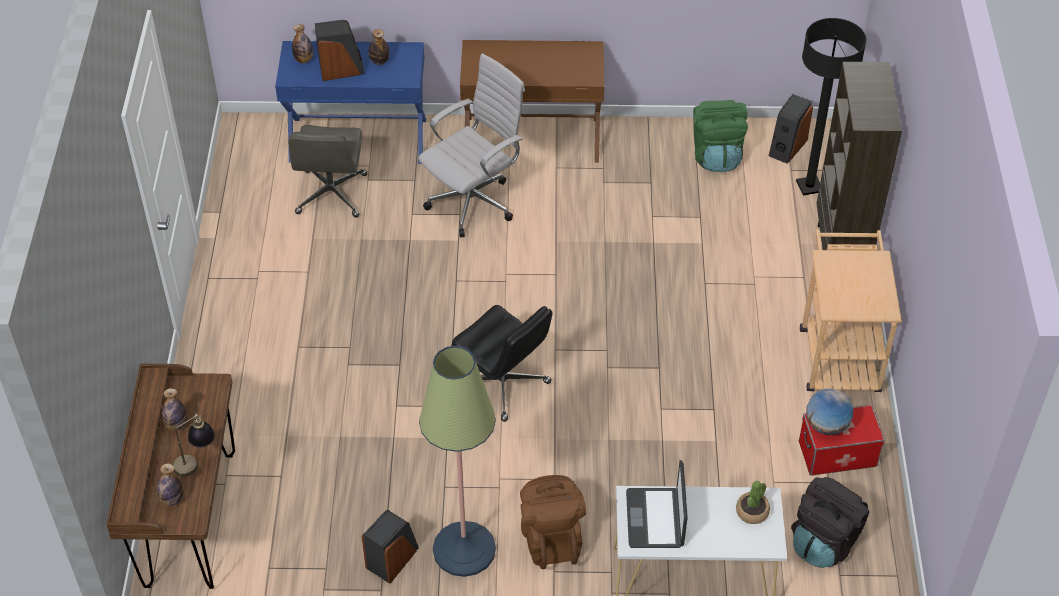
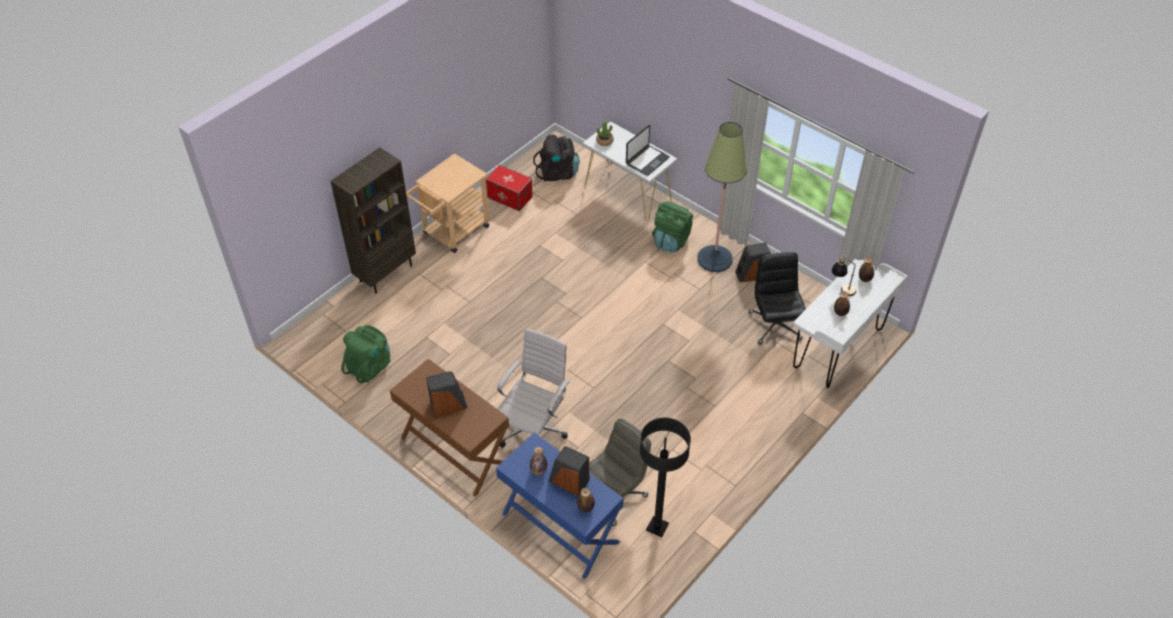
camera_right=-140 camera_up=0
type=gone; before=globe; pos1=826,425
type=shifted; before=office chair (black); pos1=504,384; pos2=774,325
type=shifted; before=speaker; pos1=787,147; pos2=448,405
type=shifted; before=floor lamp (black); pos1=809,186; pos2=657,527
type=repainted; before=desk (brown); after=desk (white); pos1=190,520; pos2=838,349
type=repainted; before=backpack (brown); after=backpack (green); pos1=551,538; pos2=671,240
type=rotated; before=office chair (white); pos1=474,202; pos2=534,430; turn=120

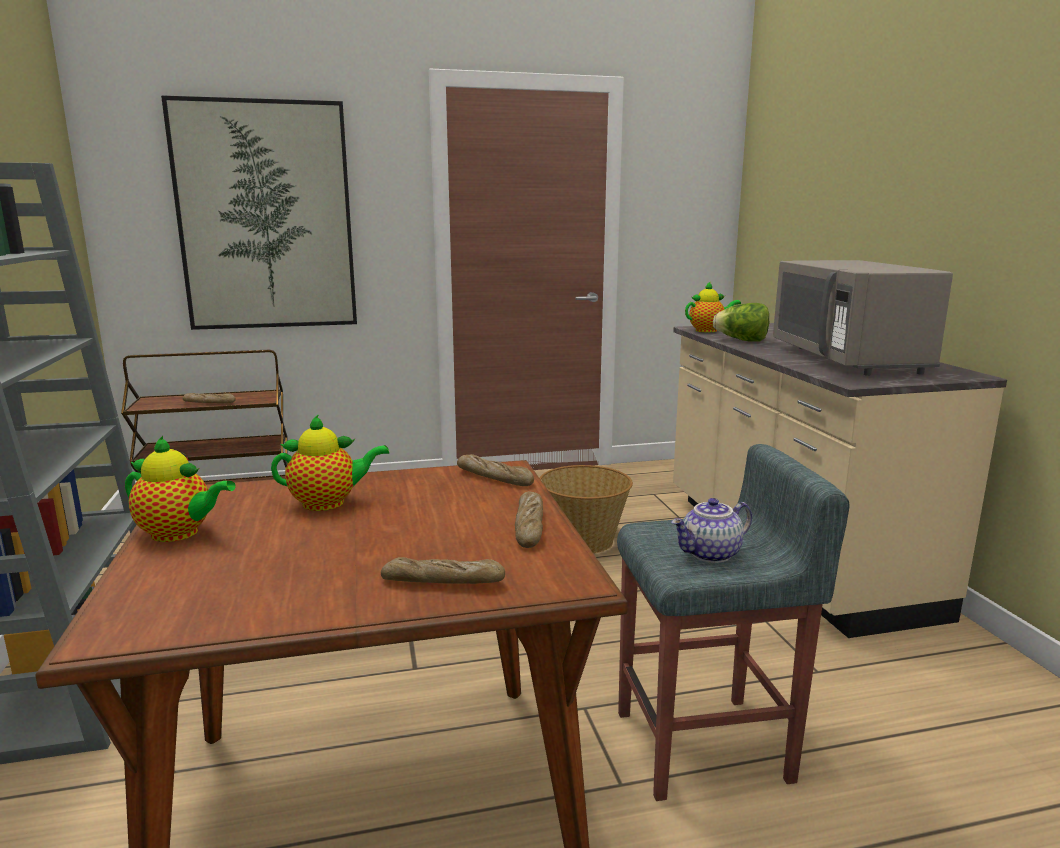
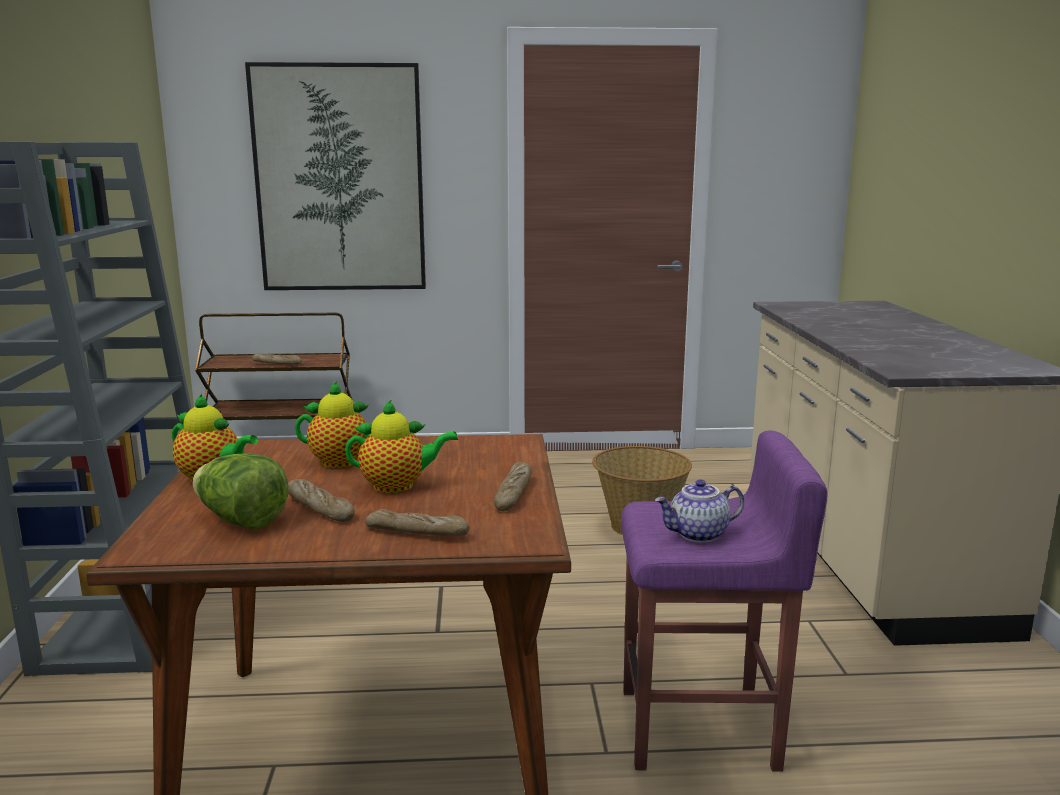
camera_right=10 camera_up=0
type=gone; before=microwave (grey); pos1=847,359
type=shifted; before=bread; pos1=494,478; pos2=320,508
type=shifted; before=teapot; pos1=708,330; pos2=398,486
type=shifted; before=lettuce; pos1=742,340; pos2=241,521
type=repainted; before=stool (grey); after=stool (purple); pos1=705,746; pos2=701,729

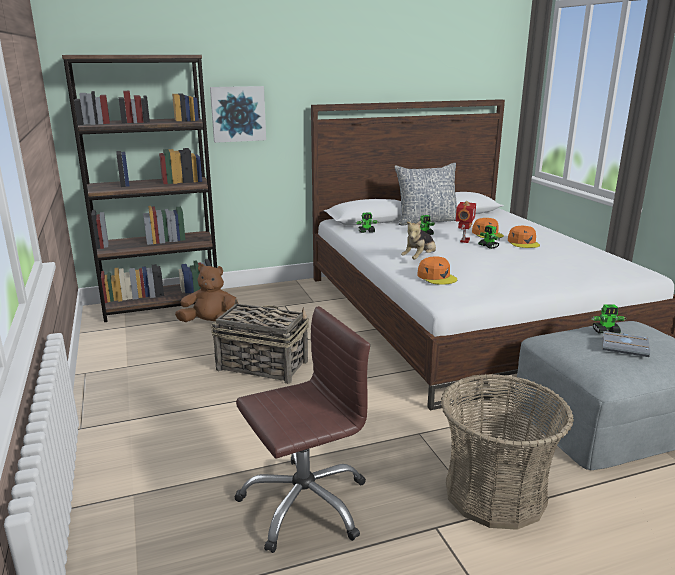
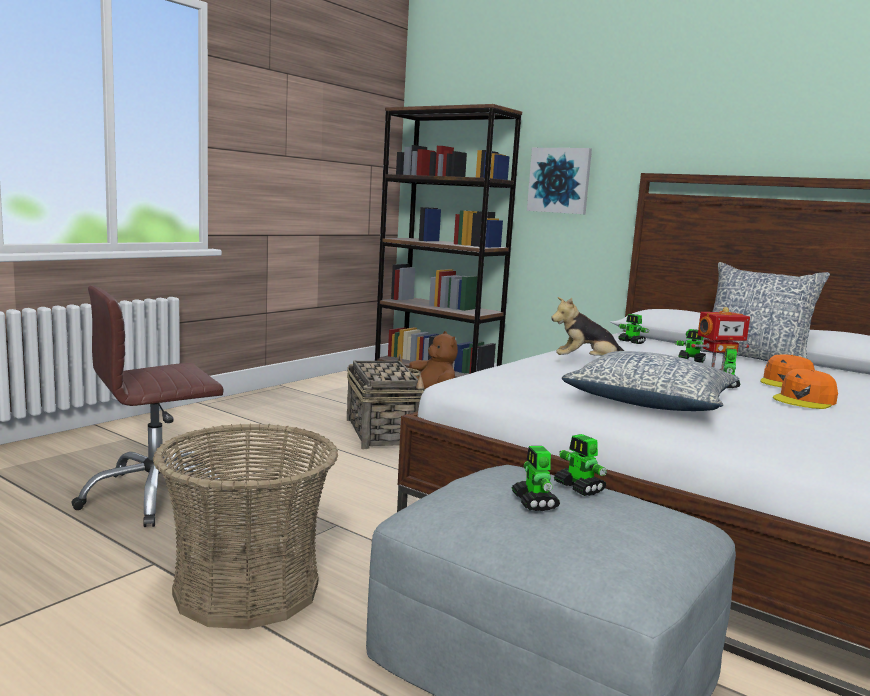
camera_right=55 camera_up=-10
type=gone; before=cap (orange); pos1=437,277
type=new; after=pillow; pos2=651,402
type=swapped; before=book (grey); after=toy robot; pos1=625,347; pos2=534,503
type=rotated; before=office chair (brown); pos1=304,503; pos2=155,496; turn=120

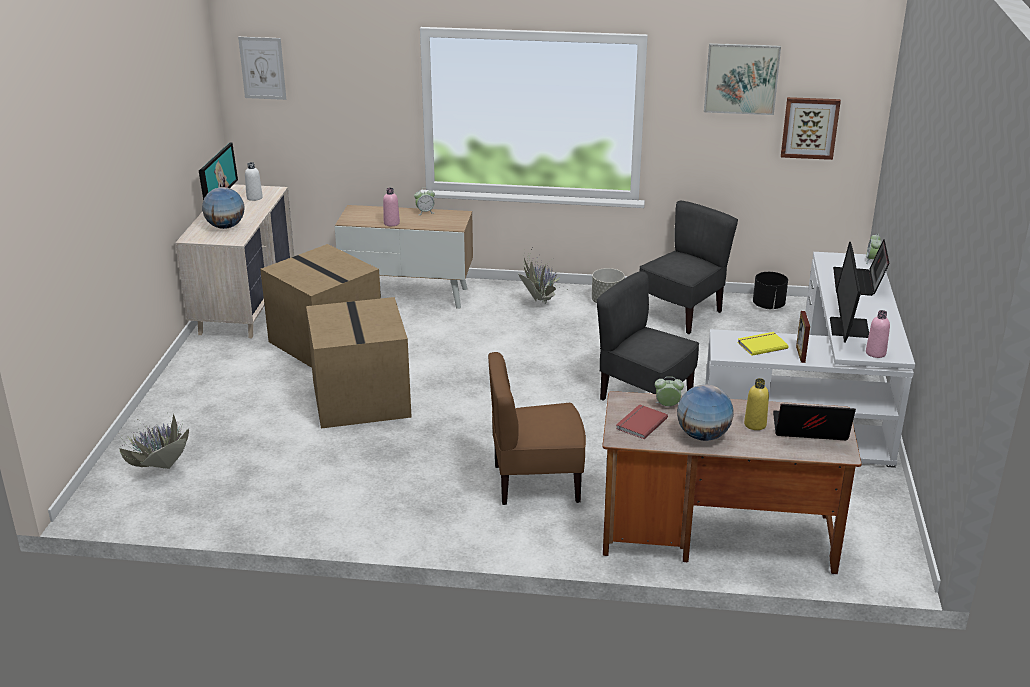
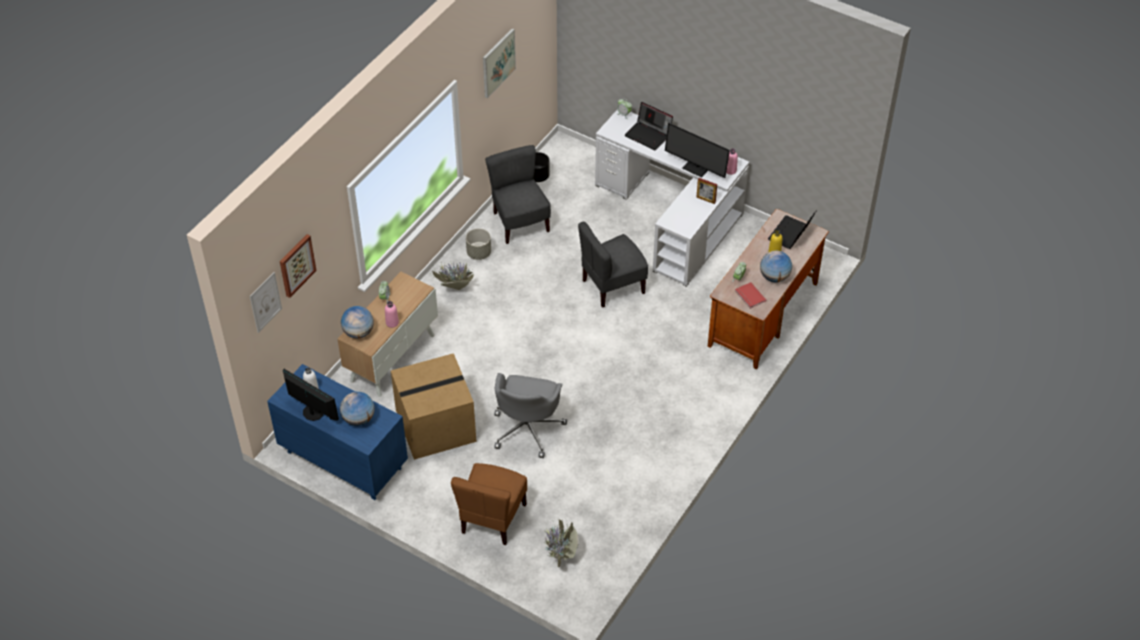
camera_right=-65 camera_up=20
type=gone; before=book (yellow); pos1=761,345
type=new; after=globe; pos2=358,332
type=shifted; before=chair (brown); pos1=535,483; pos2=492,518
type=shifted; before=picture; pos1=809,127; pos2=296,265
type=swapped; before=cardboard box; after=office chair (grey); pos1=359,398; pos2=528,428
type=repainted; before=dresser (beige); after=dresser (blue); pos1=245,305; pos2=343,460

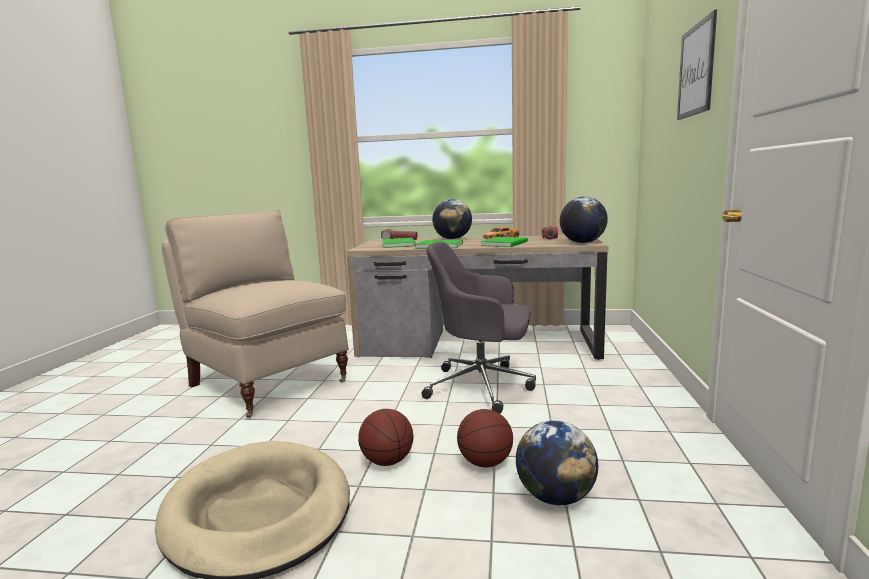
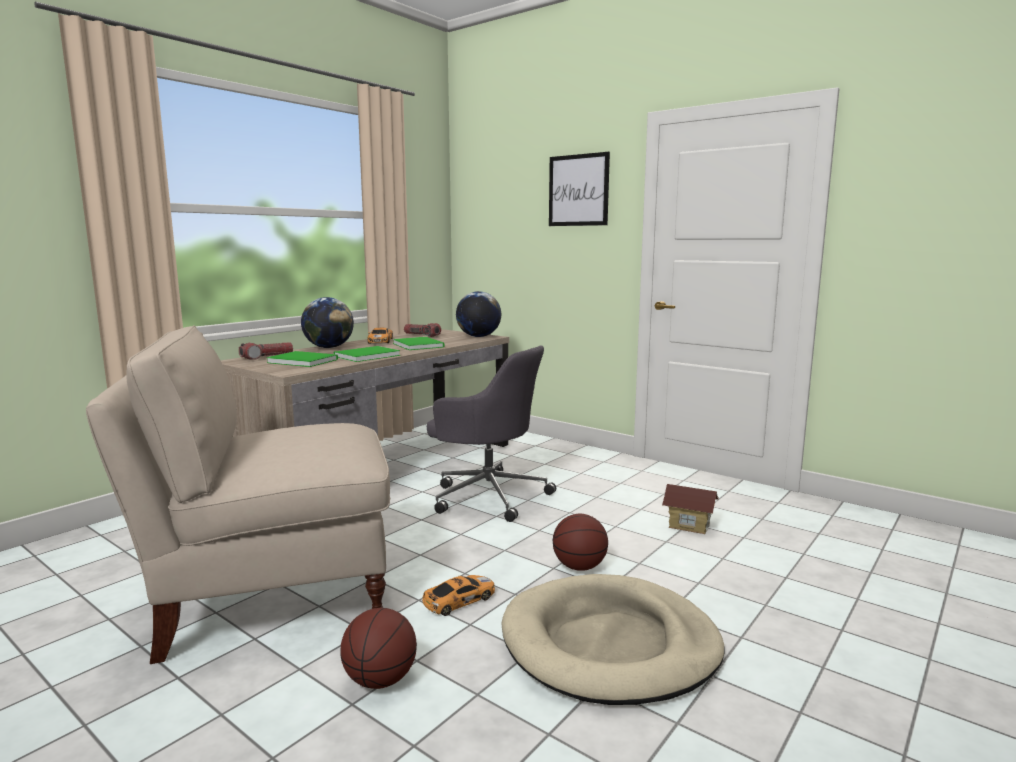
camera_right=-60 camera_up=0
type=new; after=toy car; pos2=458,600
type=shifted; before=basketball; pos1=485,463; pos2=380,680
type=swapped; before=globe; after=toy house; pos1=555,497; pos2=689,525
type=rotated; before=office chair (grey); pos1=482,387; pos2=488,495; turn=-105

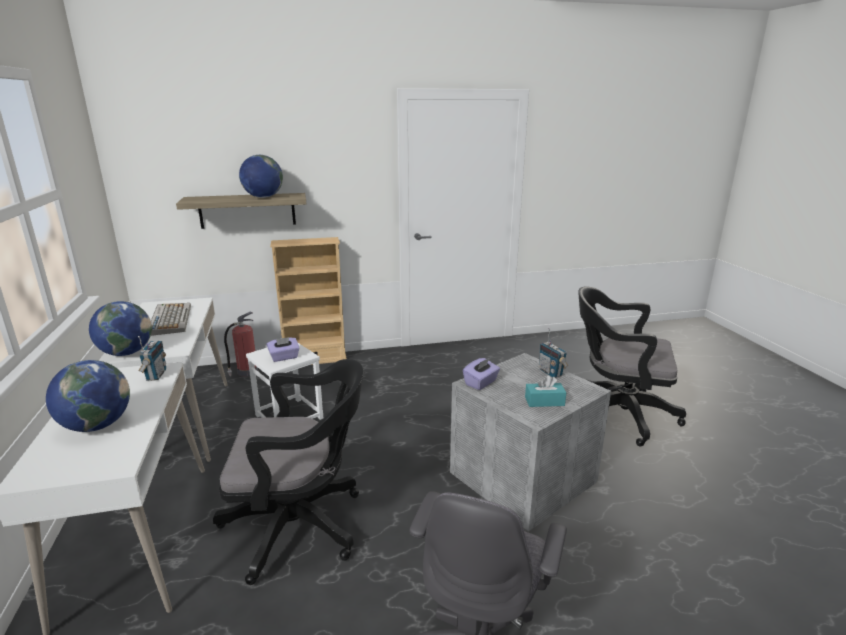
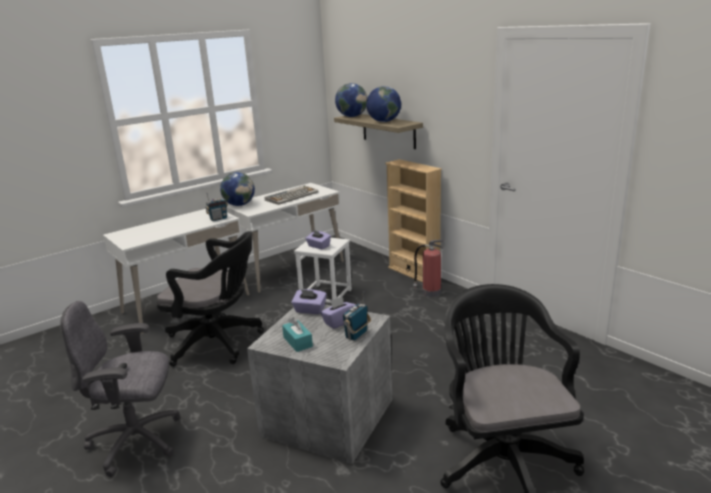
camera_right=65 camera_up=0
type=new; after=tissue box (purple); pos2=339,322
type=shifted; before=globe; pos1=97,425; pos2=352,116
type=shifted; before=fire extinguisher; pos1=246,372; pos2=430,292
type=rotated; before=office chair (black); pos1=301,525; pos2=218,343; turn=-45

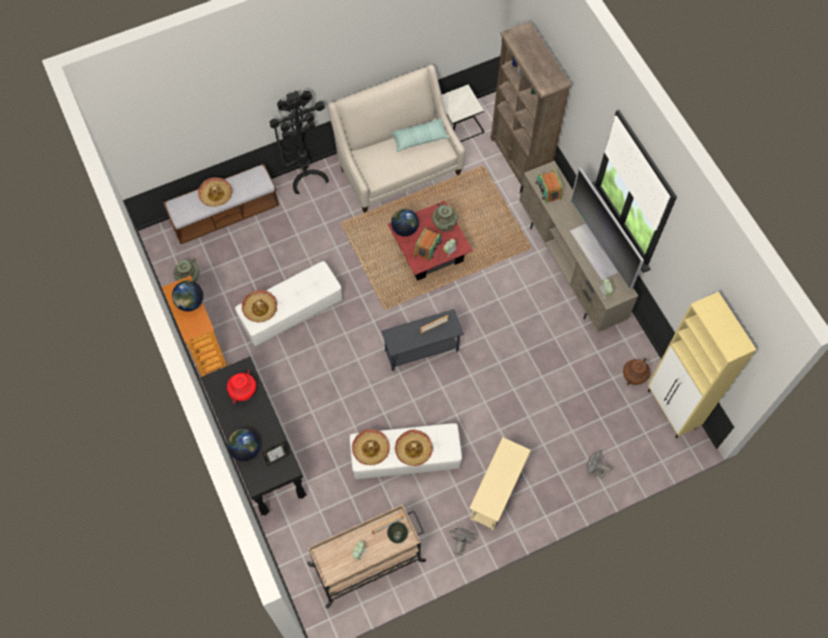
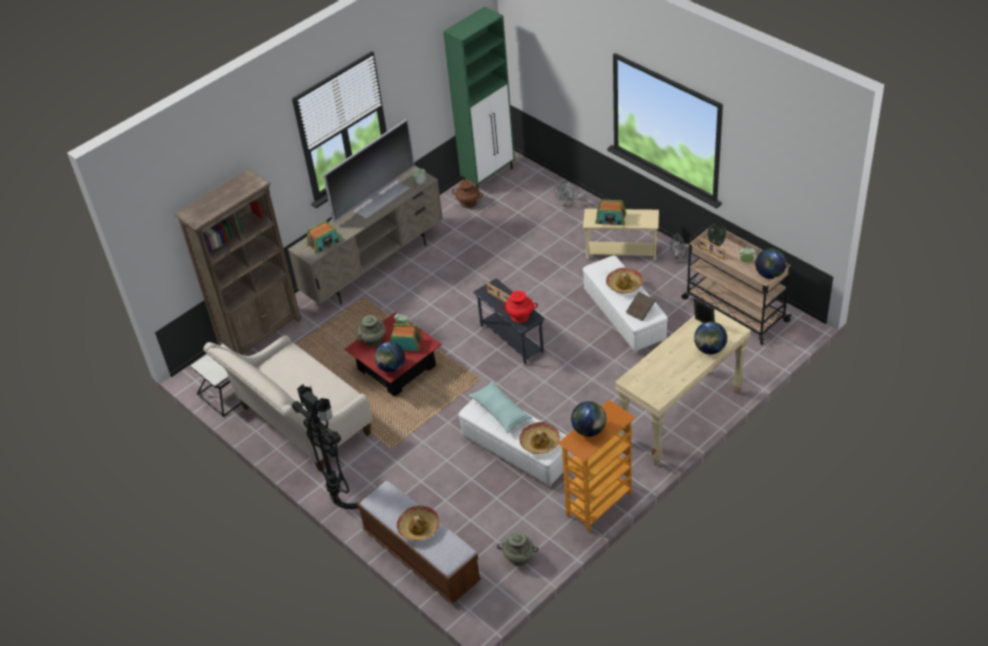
camera_right=-105 camera_up=-20
type=new; after=radio; pos2=610,219
type=new; after=globe; pos2=769,274
type=shifted; before=vase (red); pos1=243,392; pos2=520,316
type=shifted; before=pillow; pos1=419,138; pos2=500,411
type=swapped; before=hat; after=book (brown); pos1=371,449; pos2=640,311
type=repainted; before=console table (black); after=console table (beige); pos1=260,453; pos2=681,418
type=repainted; before=cabinet (beige); after=cabinet (green); pos1=672,410; pos2=489,176

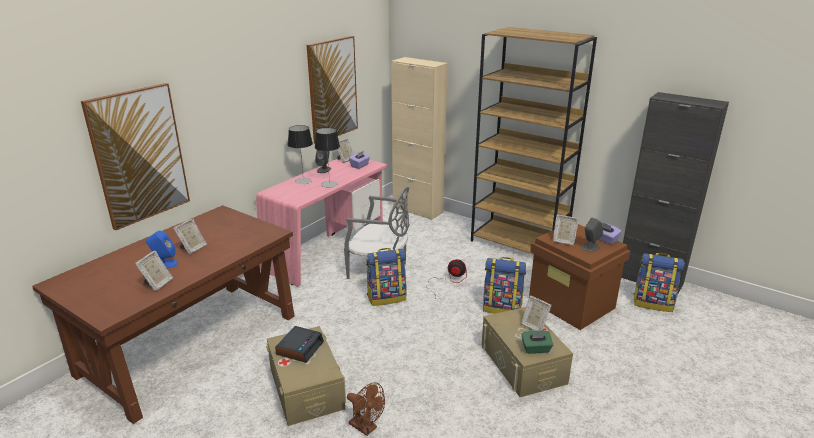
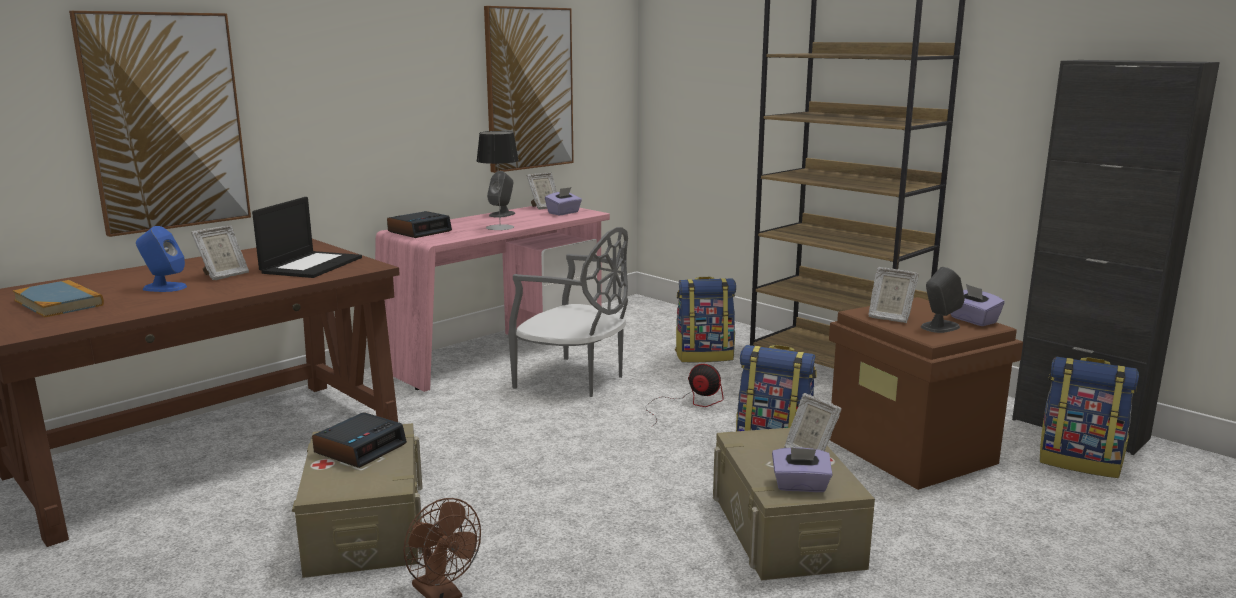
camera_right=10 camera_up=-10
type=gone; before=picture frame; pos1=157,284
type=gone; before=table lamp; pos1=303,181
type=gone; before=cabinet (beige); pos1=417,210
type=new; after=book; pos2=59,303
type=new; after=laptop; pos2=311,265
type=new; after=alarm clock; pos2=420,231
type=shifted; before=backpack; pos1=386,297; pos2=704,356
type=repainted; before=tissue box (green); after=tissue box (purple); pos1=536,349; pos2=800,486

